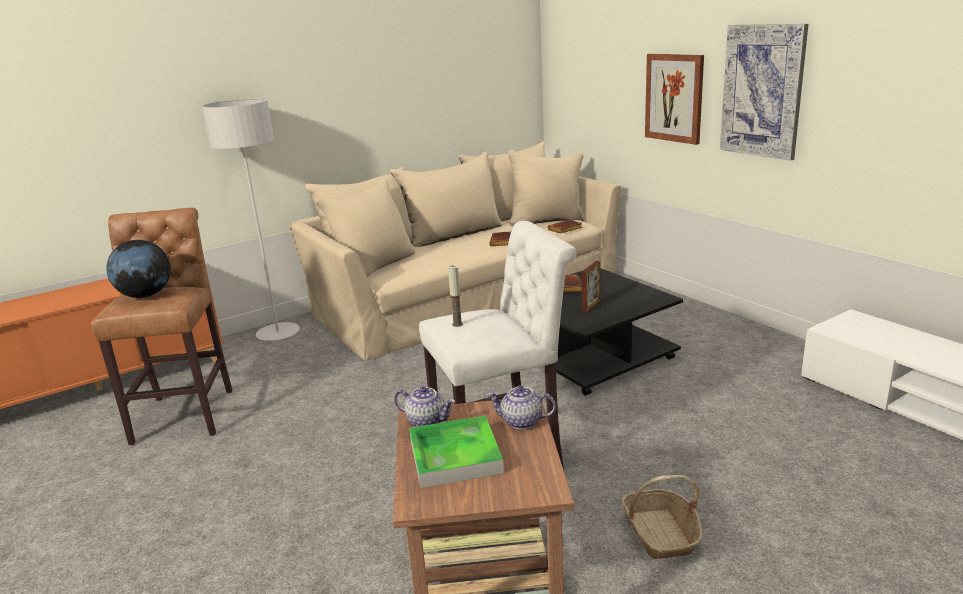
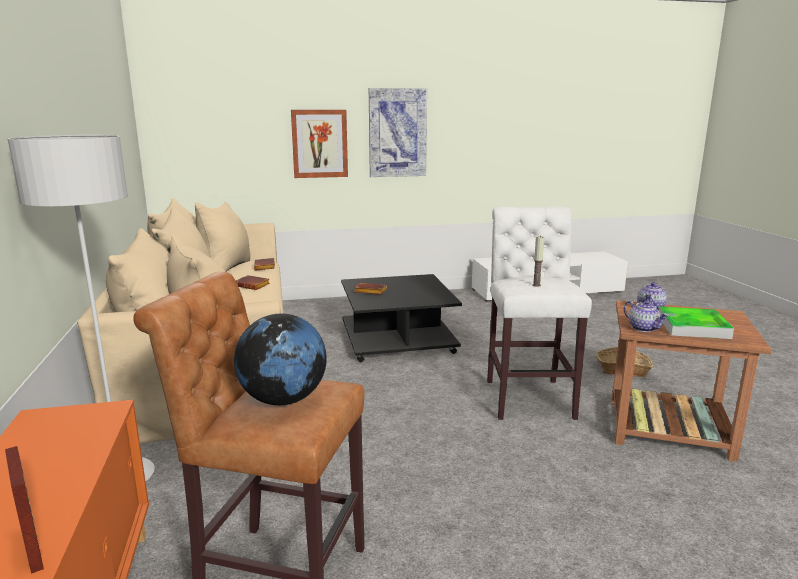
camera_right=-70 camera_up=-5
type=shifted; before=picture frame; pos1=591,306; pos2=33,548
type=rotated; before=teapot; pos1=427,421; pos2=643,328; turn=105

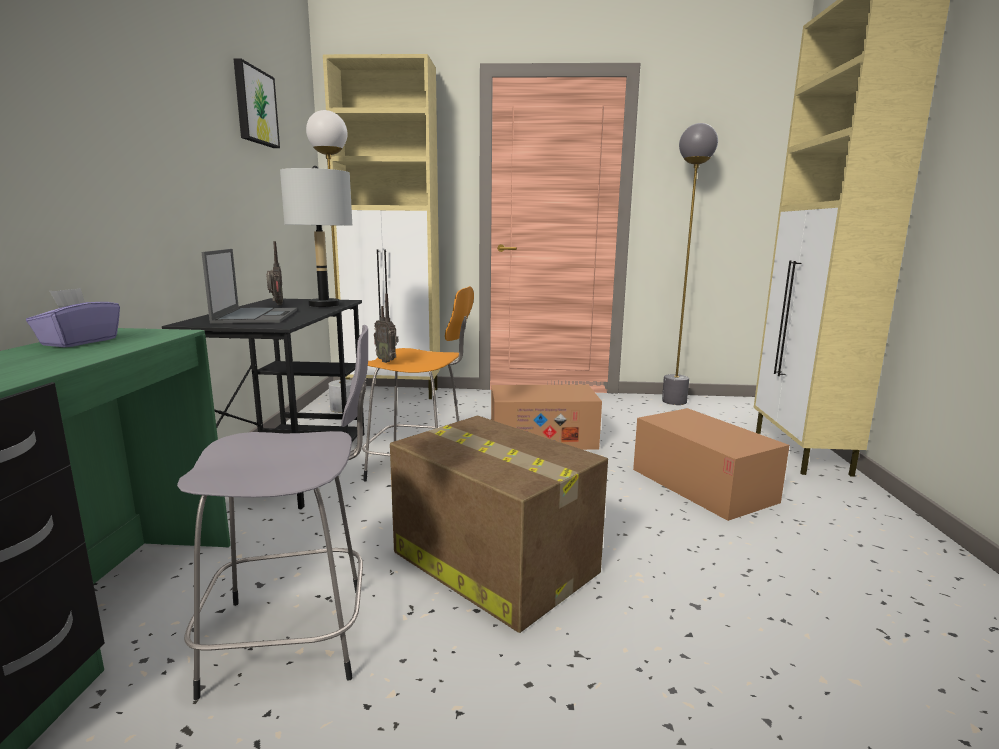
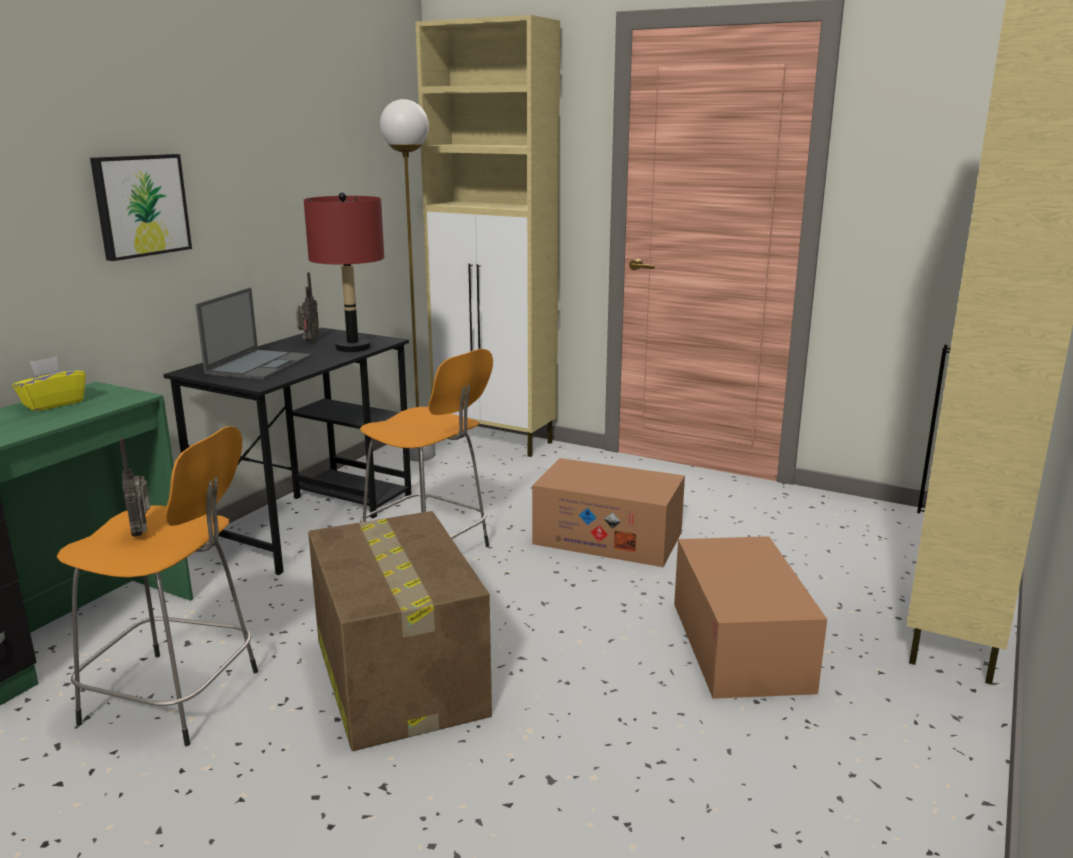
camera_right=25 camera_up=5
type=gone; before=floor lamp (grey); pos1=674,401
type=shifted; before=picture; pos1=254,106; pos2=140,205
type=shifted; before=radio; pos1=387,361; pos2=142,532
type=repainted; before=tissue box (purple); after=tissue box (yellow); pos1=79,342; pos2=53,404
type=repainted; before=stool (grey); after=stool (orange); pos1=295,637; pos2=177,698
type=repainted; before=table lamp (grey); after=table lamp (red); pos1=324,305; pos2=353,348

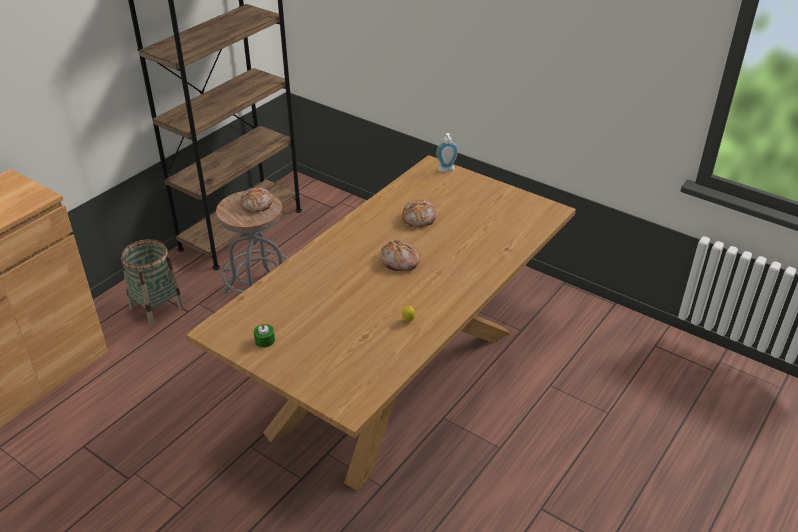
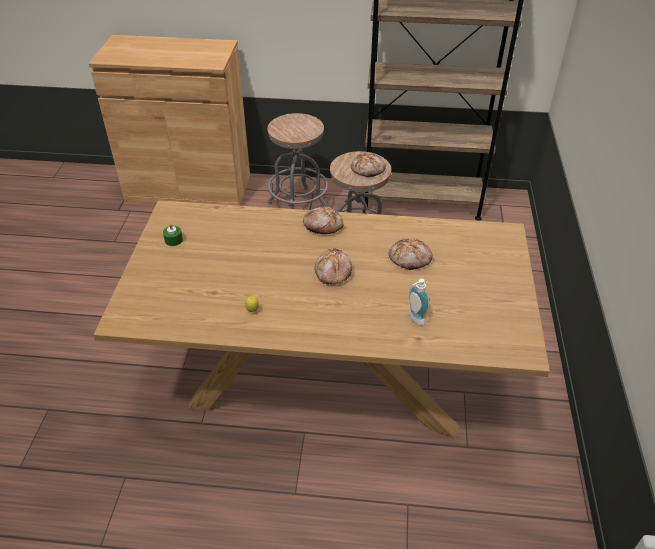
camera_right=60 camera_up=5
type=new; after=bread; pos2=323,225
type=shifted; before=soap dispenser; pos1=446,171; pos2=414,320
type=swapped; before=basket; after=stool (grey); pos1=157,307; pos2=298,206

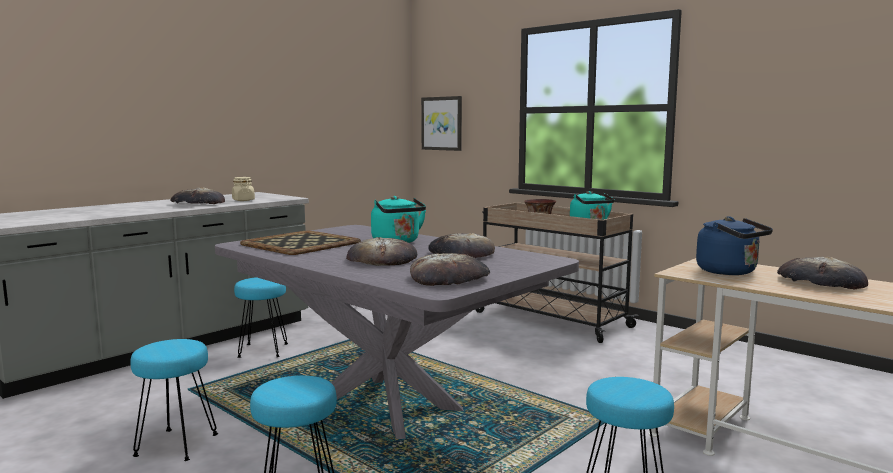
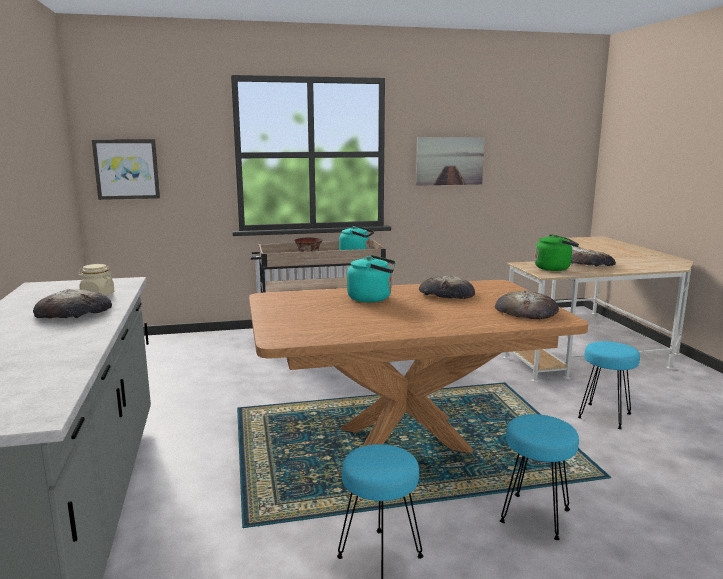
camera_right=-55 camera_up=5
type=gone; before=stool (turquoise); pos1=263,350
type=gone; before=tray; pos1=300,244
type=gone; before=bread; pos1=382,259
type=new; after=picture; pos2=449,161
type=repainted; before=dining table (grey); after=dining table (brown); pos1=387,404; pos2=403,439
type=repainted; before=kettle (blue); after=kettle (green); pos1=730,272; pos2=554,268

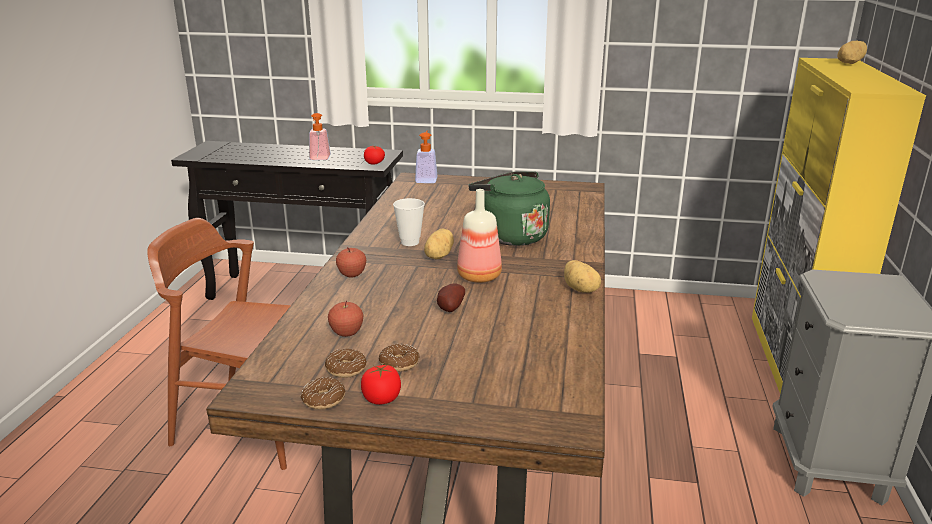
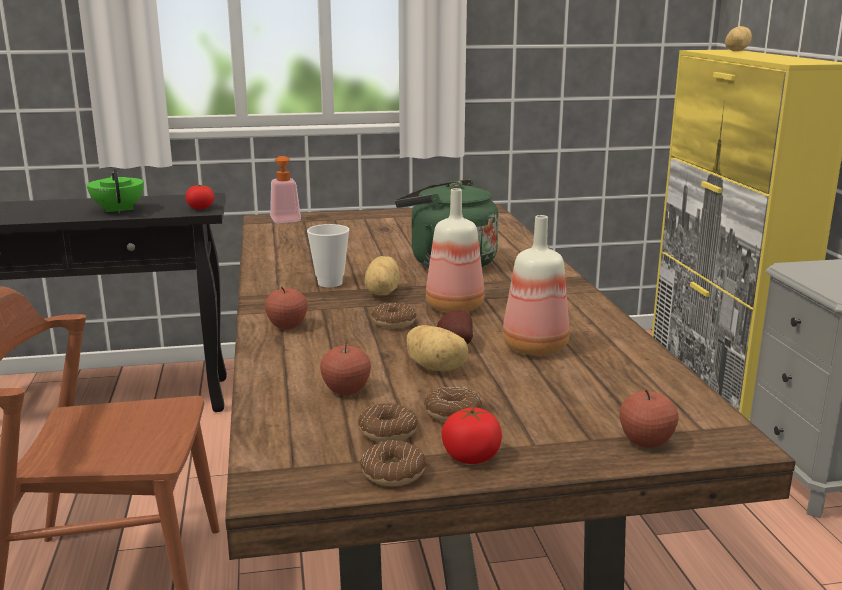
camera_right=-20 camera_up=-5
type=new; after=donut; pos2=393,323
type=new; after=bottle; pos2=533,347
type=new; after=apple; pos2=646,442
type=shifted; before=potato; pos1=581,289; pos2=437,368
type=swapped; before=soap dispenser; after=teapot (green); pos1=319,159; pos2=119,210

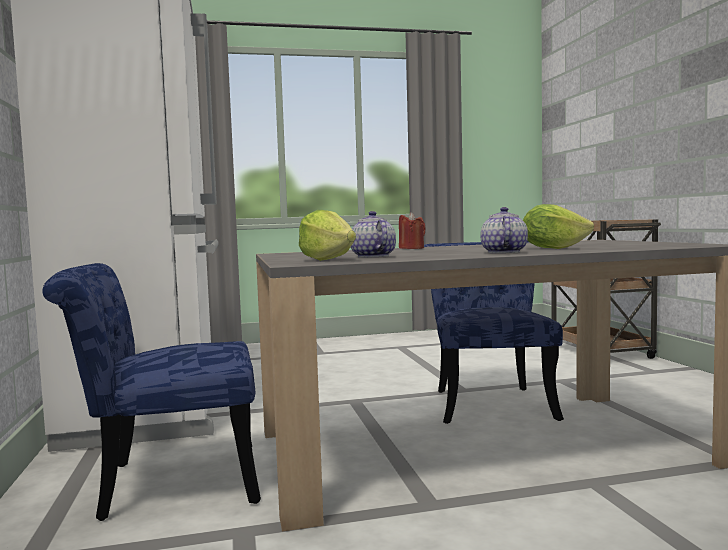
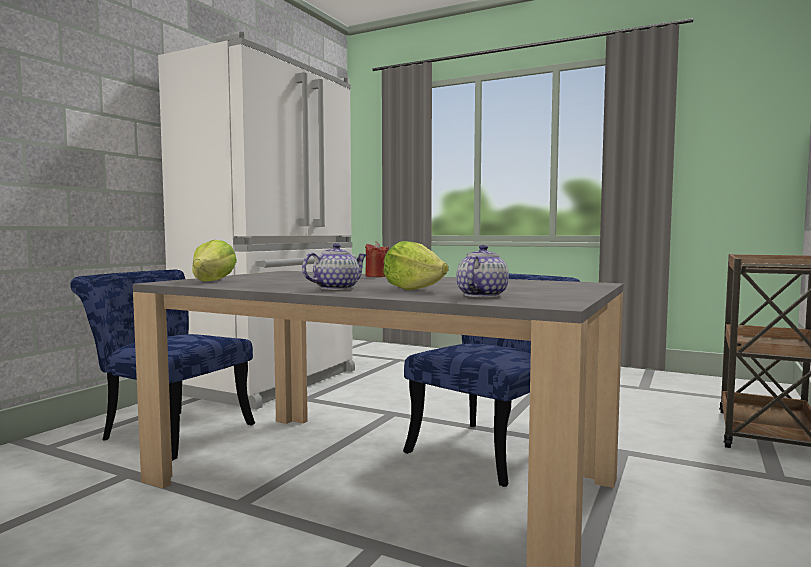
camera_right=40 camera_up=0
type=shifted; before=teapot; pos1=372,256; pos2=481,295

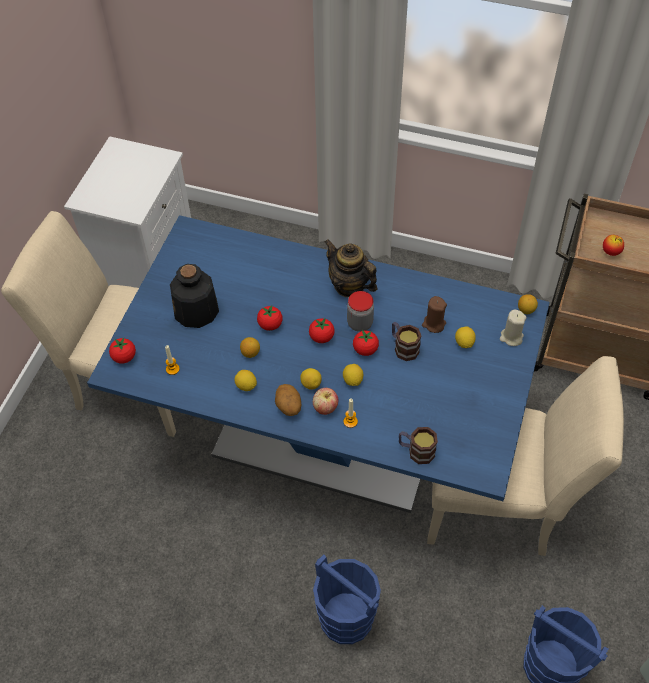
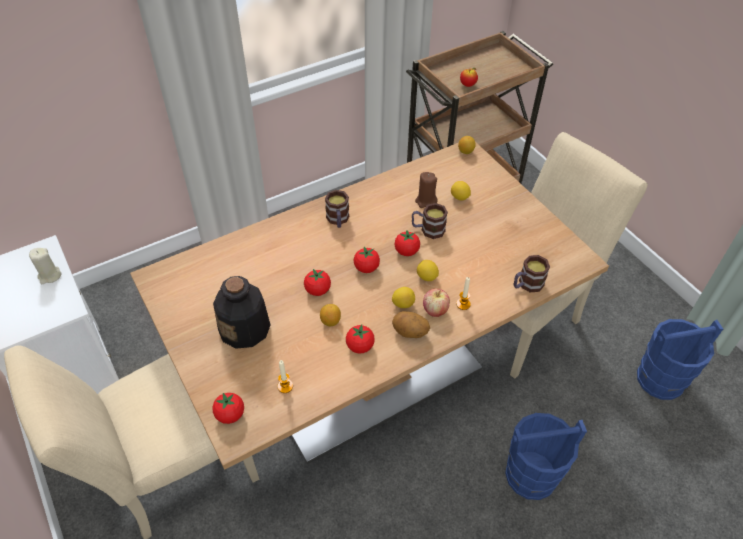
camera_right=-50 camera_up=-5
type=gone; before=jar; pos1=360,323
type=shifted; before=candle (beige); pos1=511,337; pos2=49,276
type=swapped; before=lemon; after=tomato; pos1=246,386; pos2=360,346
type=swapped; before=teapot; after=mug; pos1=349,286; pos2=338,220
type=repainted; before=dining table (blue); after=dining table (brown); pos1=326,437; pos2=370,373

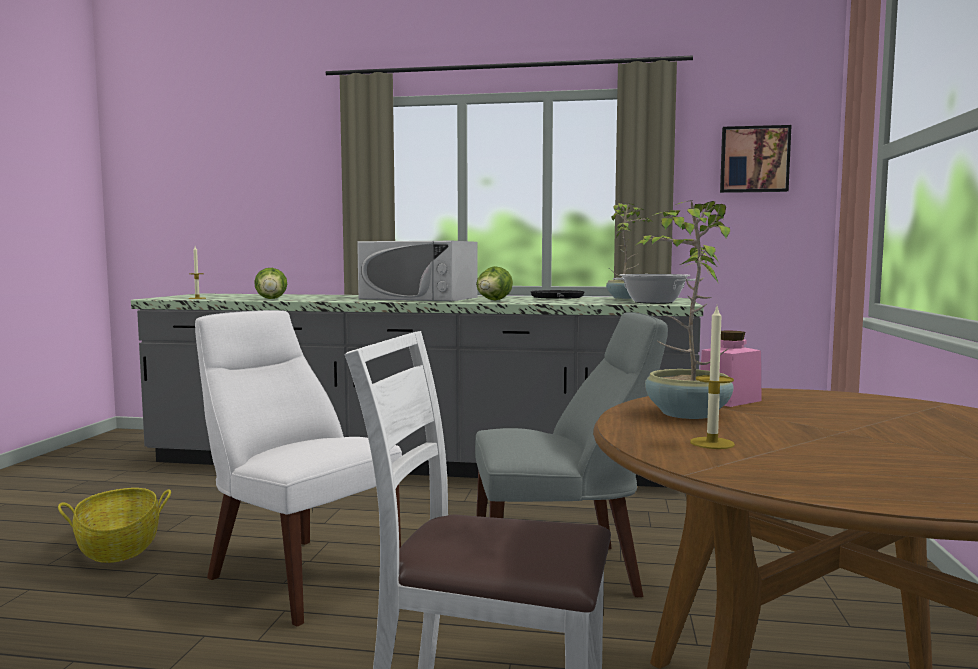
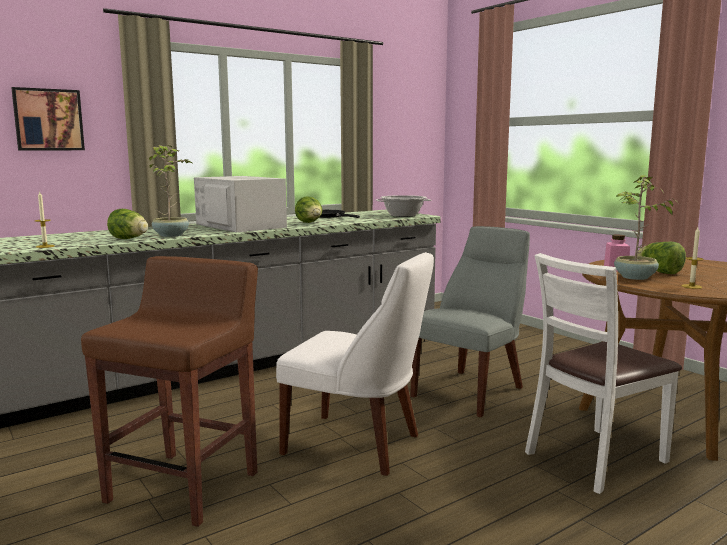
camera_right=-45 camera_up=5
type=new; after=lettuce; pos2=659,272
type=shifted; before=potted plant; pos1=626,298; pos2=171,235
type=shifted; before=picture; pos1=754,159; pos2=48,120
type=swapped; before=basket; after=stool (brown); pos1=119,546; pos2=185,486
type=rotated; before=chair (white); pos1=297,575; pos2=358,445; turn=-150
type=rotated; before=microwave (white); pos1=419,298; pos2=240,225; turn=-105

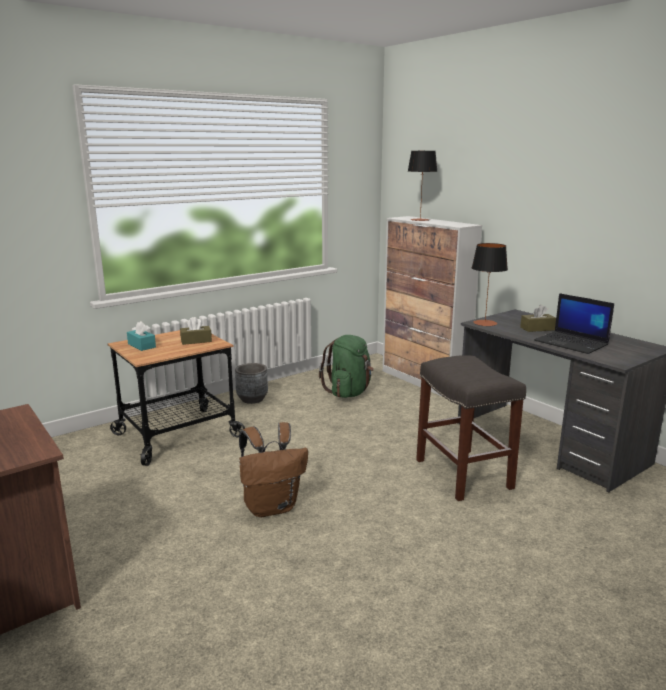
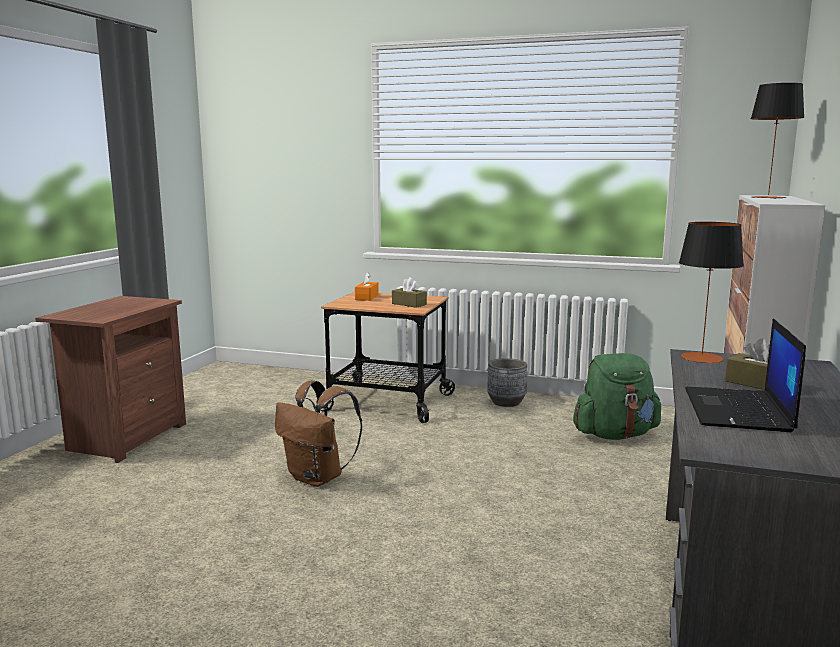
camera_right=55 camera_up=-5
type=gone; before=stool (grey); pos1=462,473
type=repainted; before=tissue box (turquoise); after=tissue box (orange); pos1=141,345; pos2=367,297

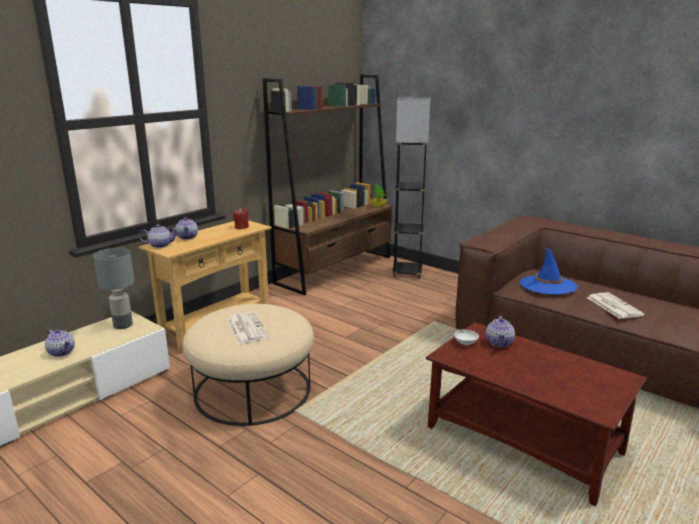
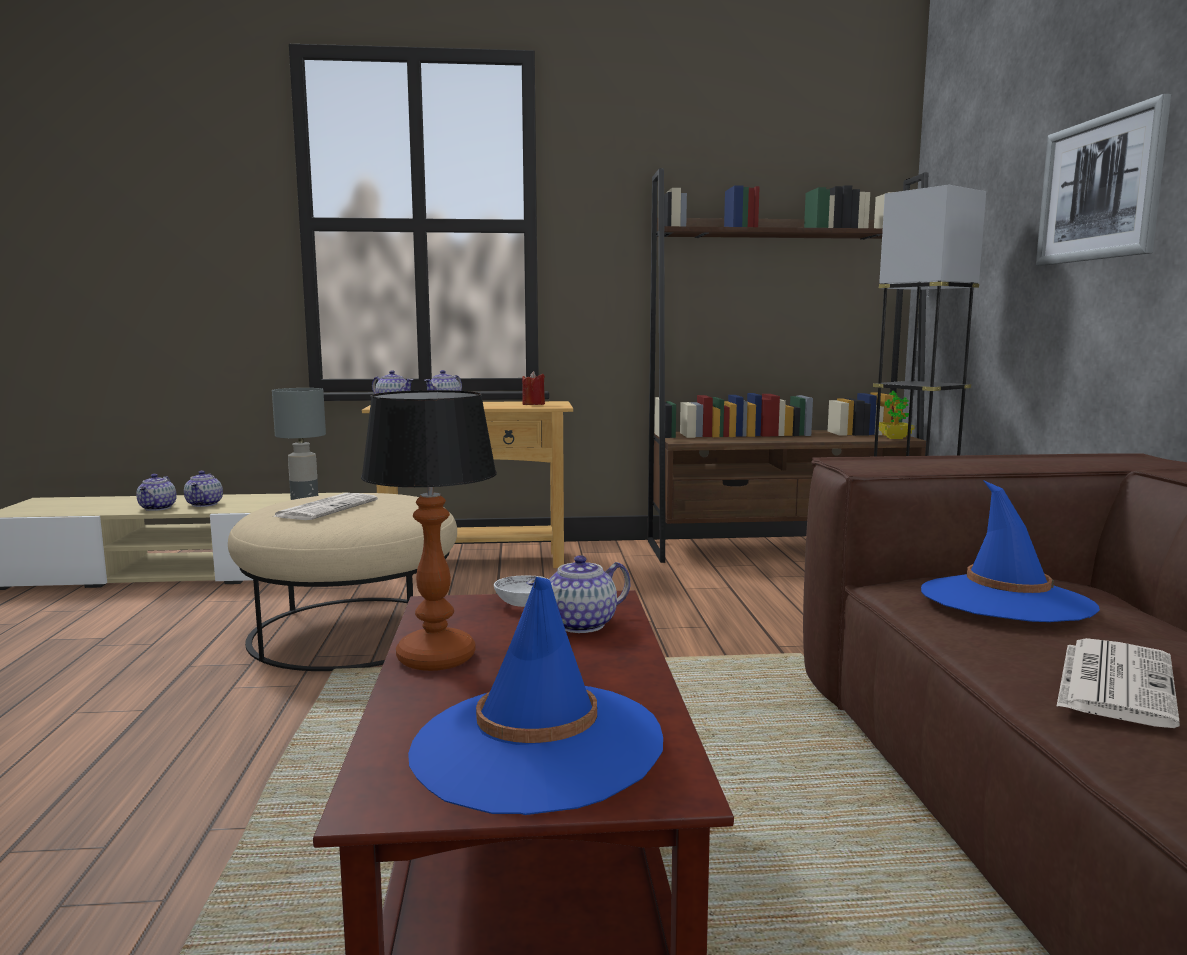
camera_right=45 camera_up=-10
type=new; after=teapot; pos2=158,508
type=new; after=table lamp; pos2=438,657
type=new; after=hat (blue); pos2=537,745
type=new; after=picture; pos2=1099,189

